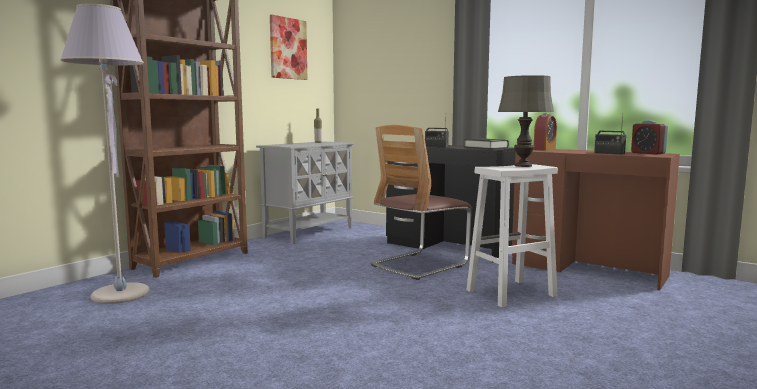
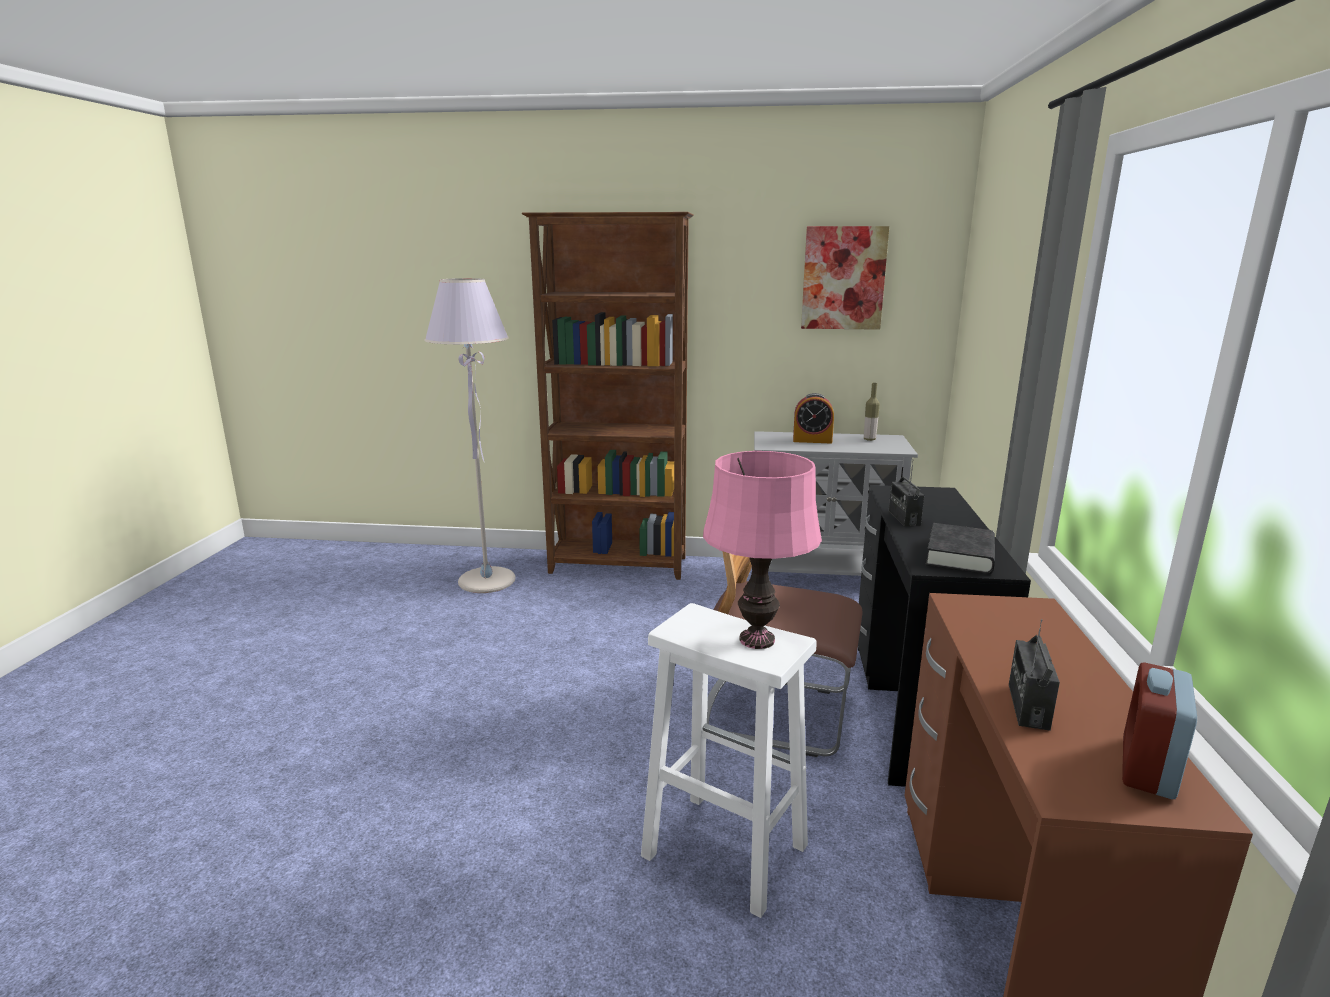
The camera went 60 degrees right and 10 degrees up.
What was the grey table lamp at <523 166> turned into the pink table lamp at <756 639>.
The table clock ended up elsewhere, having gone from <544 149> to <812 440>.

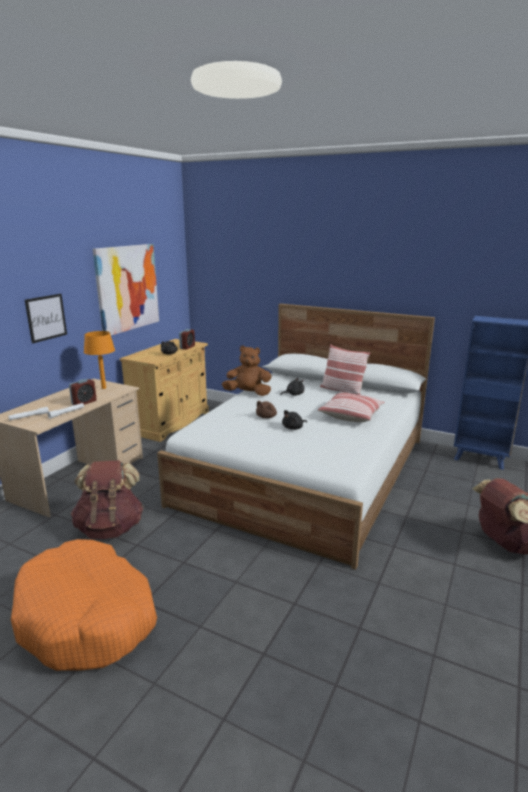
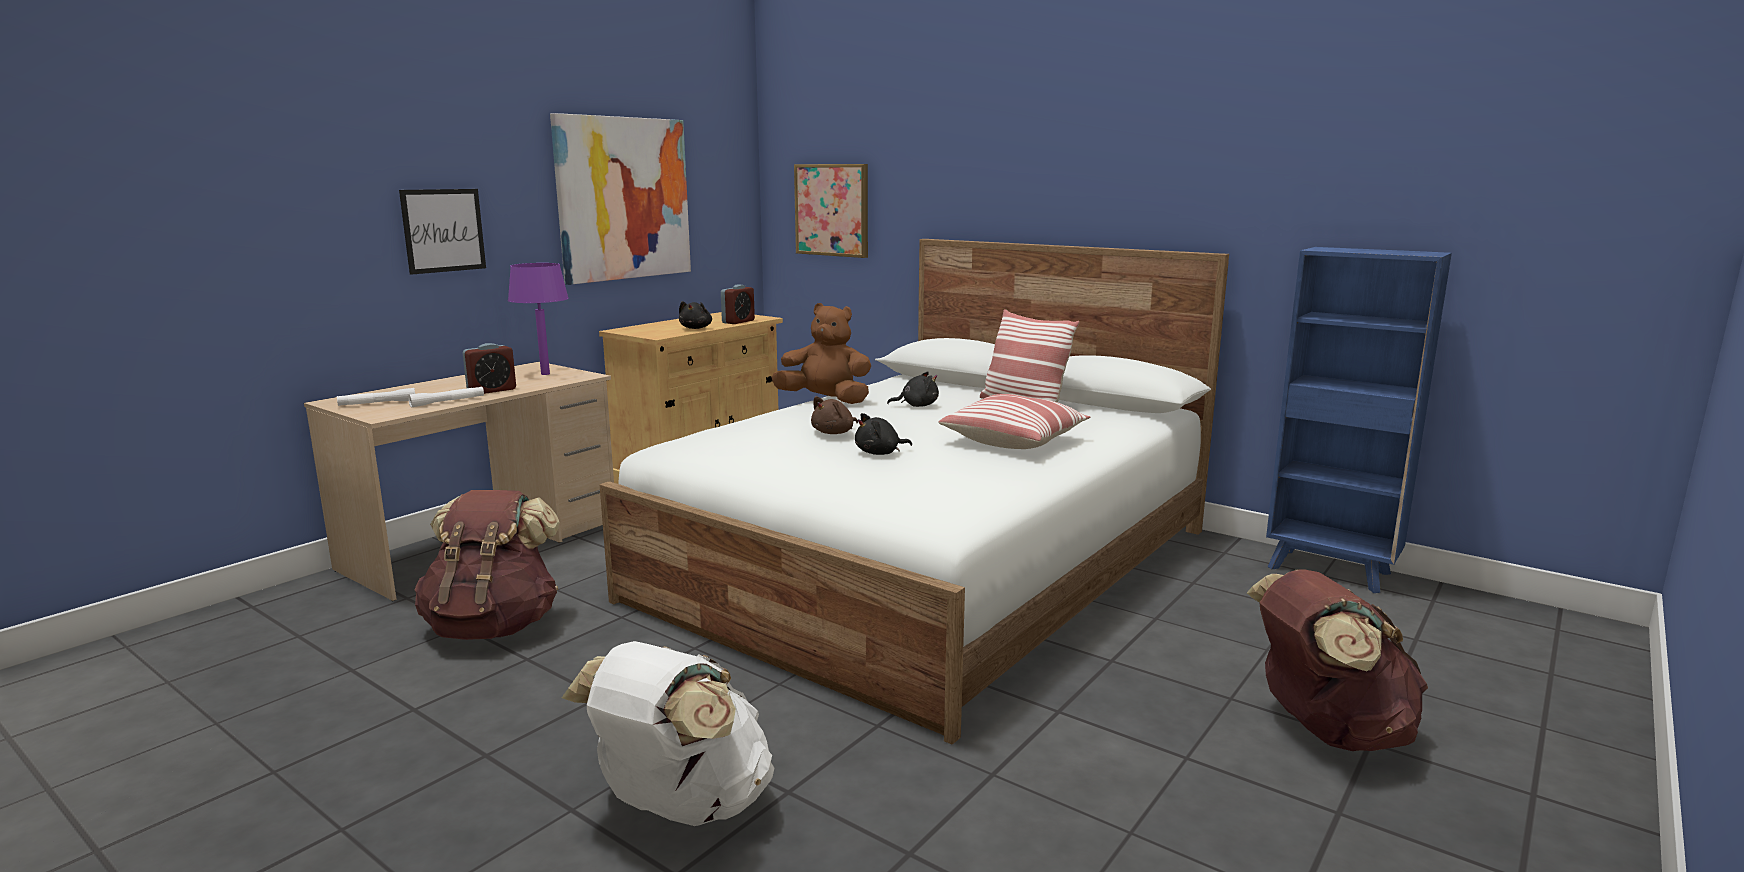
The camera went 10 degrees right and 5 degrees down.
The second view lost the orange dog cushion at <87 617>.
What was the orange table lamp at <104 388> turned into the purple-coloured table lamp at <546 374>.
The second view gained the white-coloured backpack at <681 807>.
The second view gained the wall picture at <832 210>.

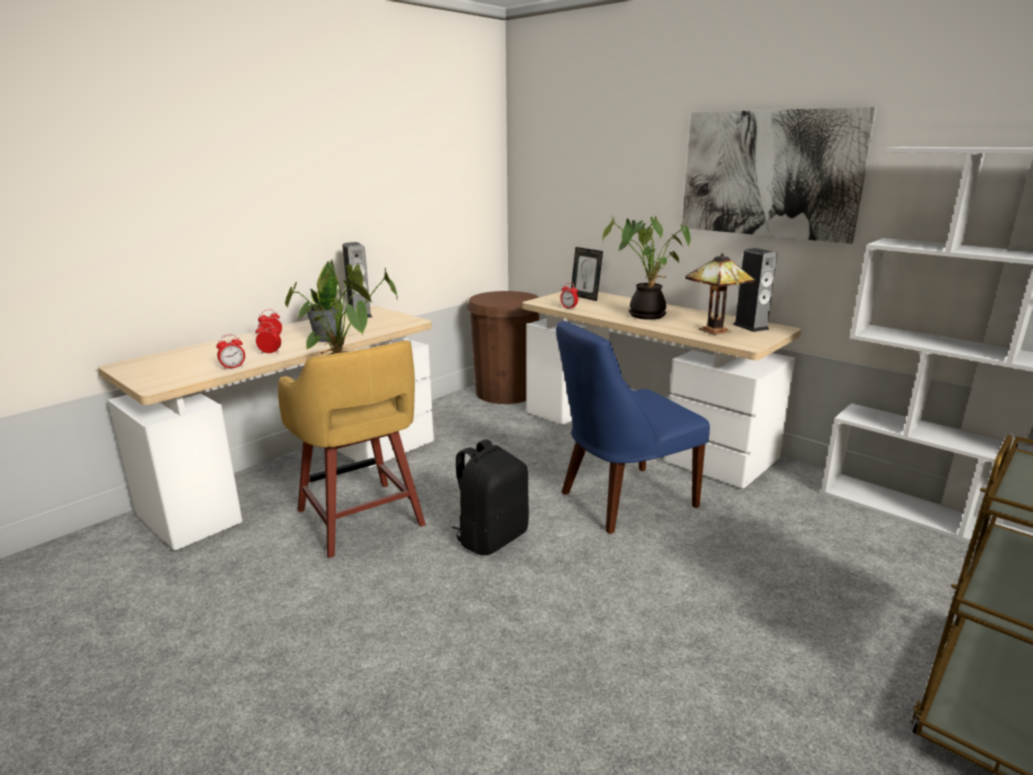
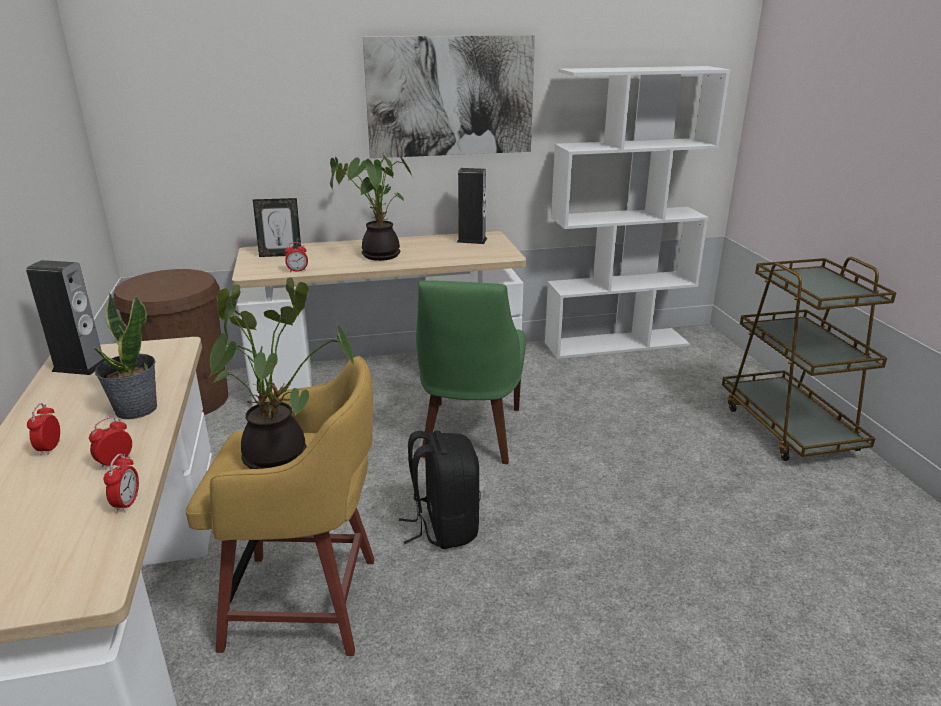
The camera went 55 degrees left and 5 degrees up.
What was the blue-coloured upright chair at <622 500> turned into the green-coloured upright chair at <470 435>.
The second view lost the table lamp at <714 331>.

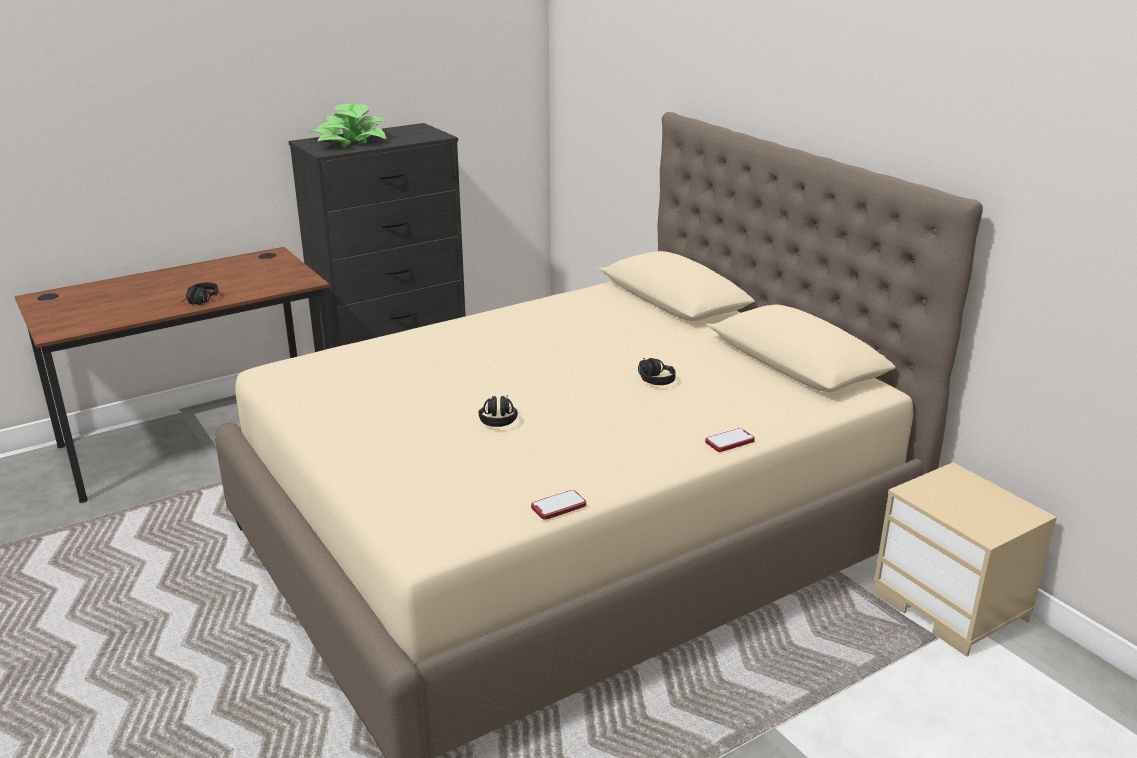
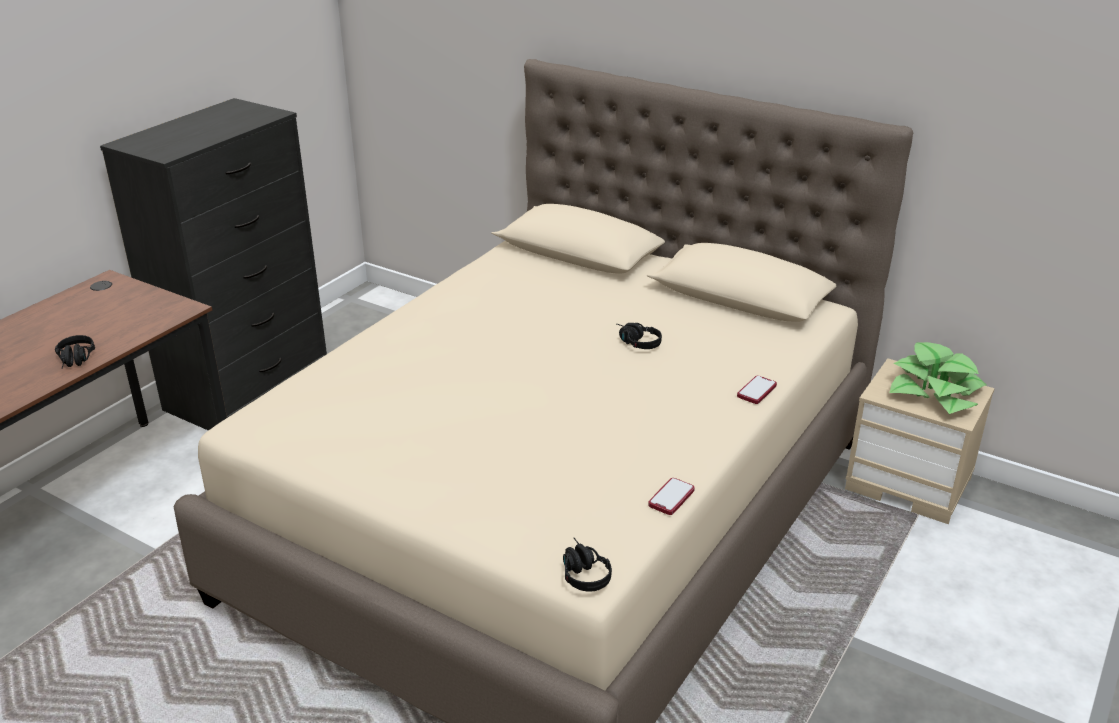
The camera went 25 degrees left and 5 degrees up.
The potted plant ended up elsewhere, having gone from <349 141> to <935 392>.
The blackish headset ended up elsewhere, having gone from <498 417> to <581 572>.

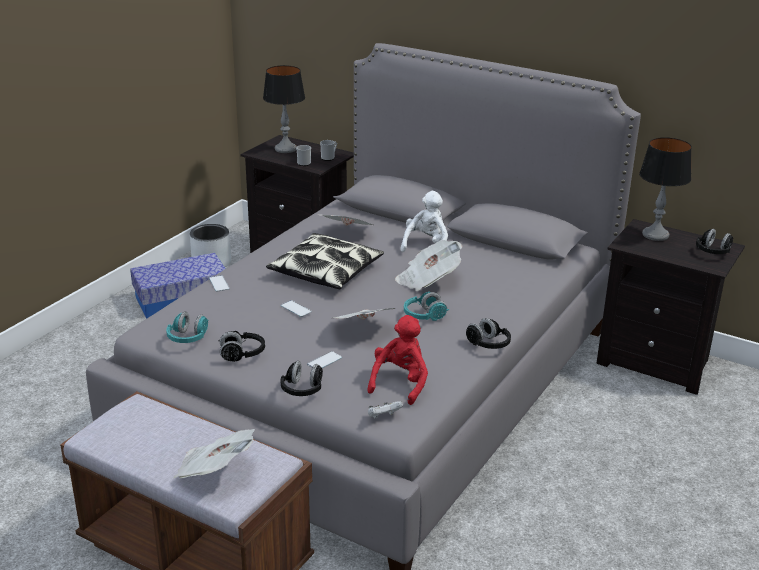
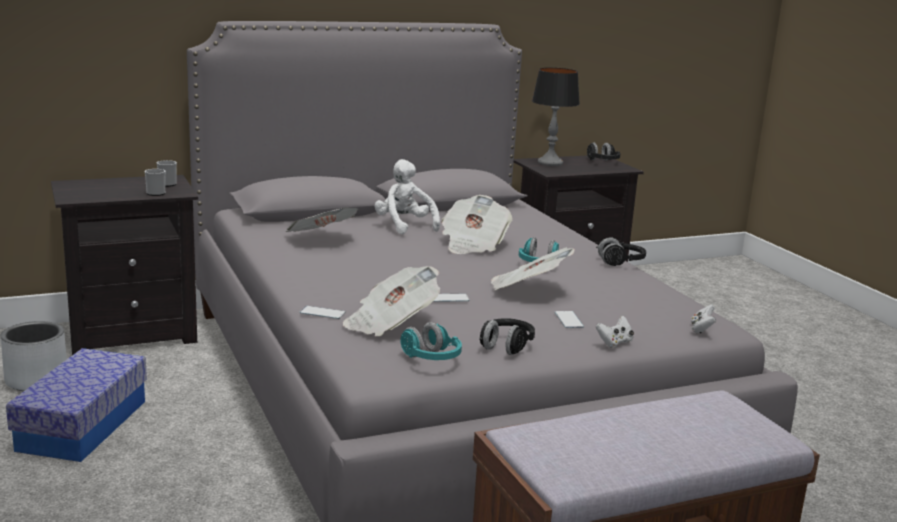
The camera went 55 degrees left and 10 degrees down.
The newspaper ended up elsewhere, having gone from <215 471> to <390 324>.
The second view lost the table lamp at <285 149>.
The second view lost the pillow at <326 271>.
Where the blackish headset stood at <302 390>, the white-coloured gamepad came to stand at <614 343>.
The second view lost the reddish plush toy at <400 383>.

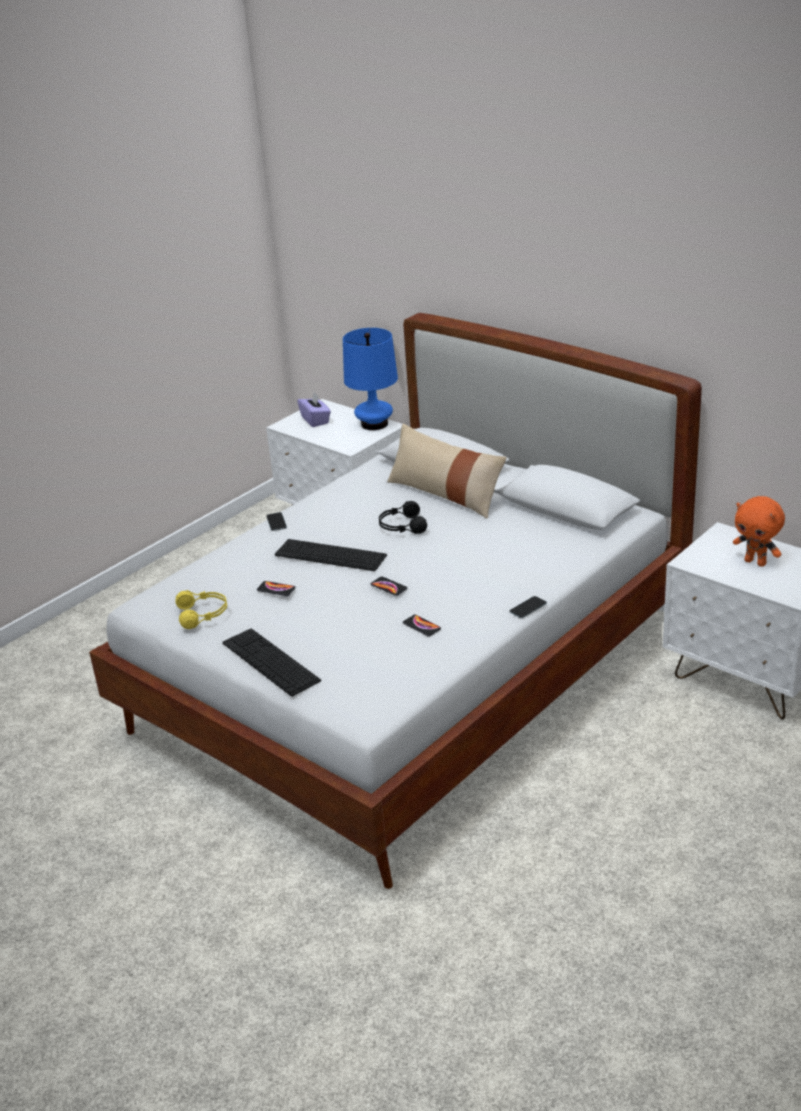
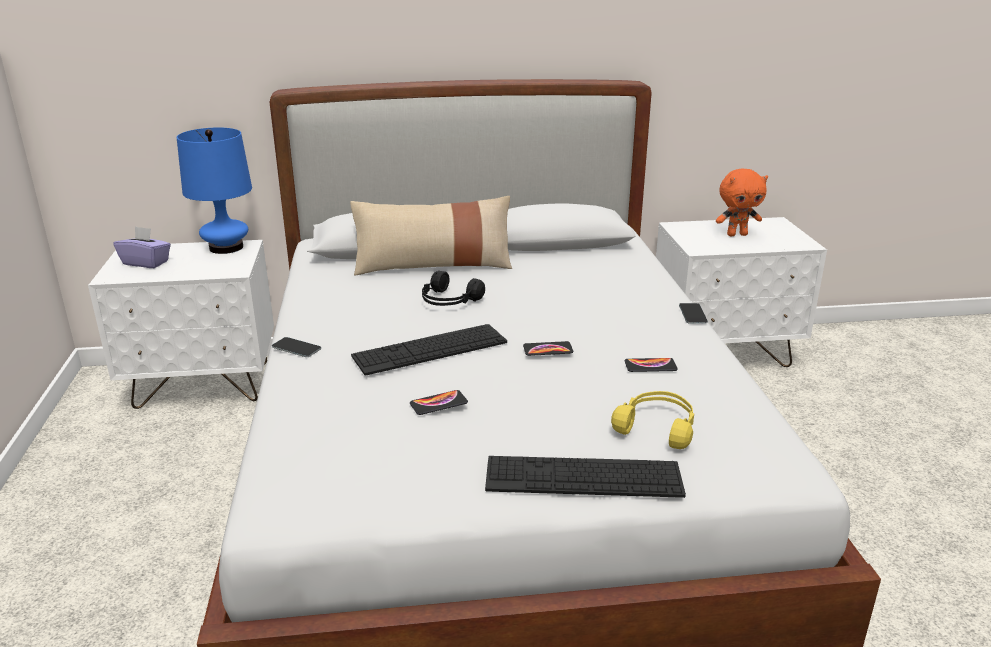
The camera went 50 degrees left and 5 degrees down.
The yellowish headset ended up elsewhere, having gone from <203 614> to <657 427>.

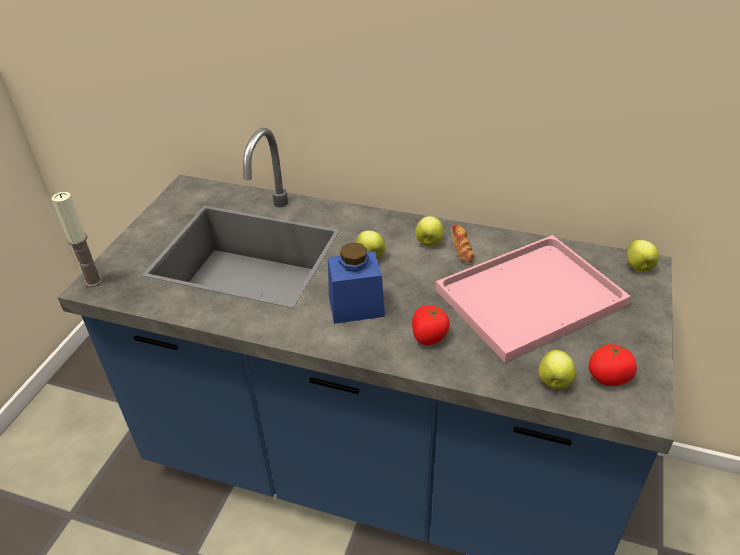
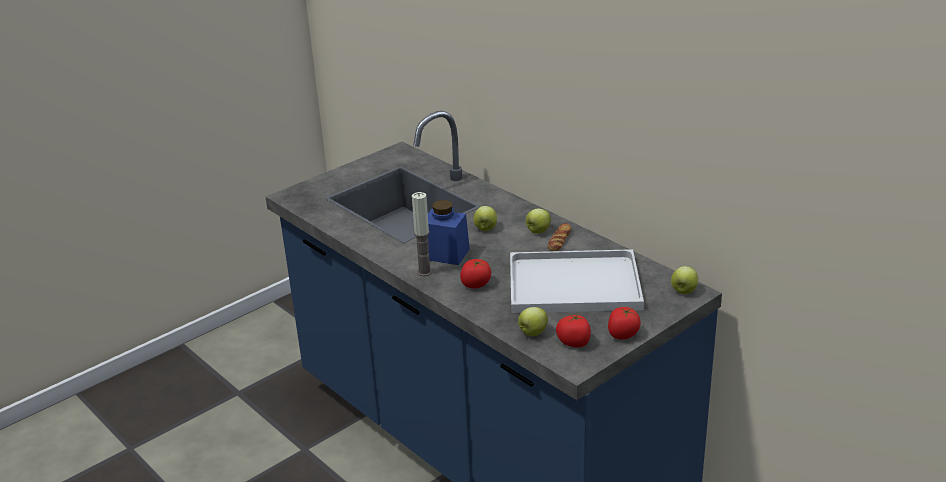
The camera went 30 degrees right and 10 degrees down.
The wax candle ended up elsewhere, having gone from <93 281> to <424 272>.
What was the pink serving tray at <528 299> turned into the white-coloured serving tray at <571 285>.
The second view gained the tomato at <623 334>.

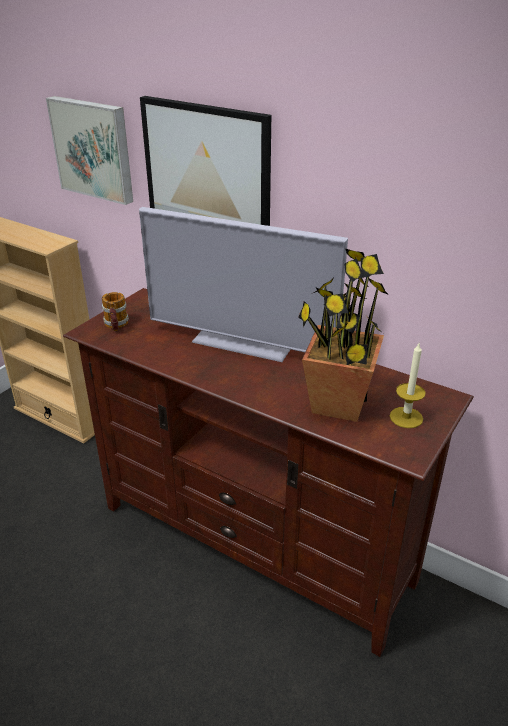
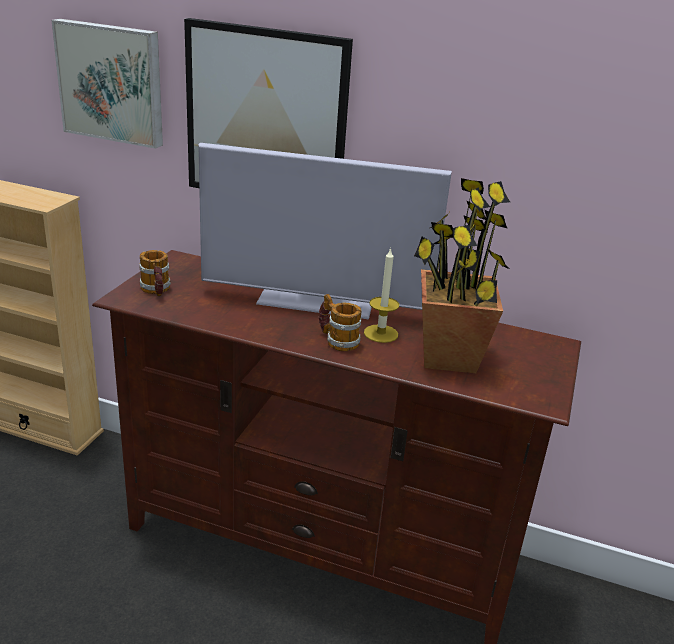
The camera went 15 degrees left and 5 degrees down.
The wax candle ended up elsewhere, having gone from <406 417> to <381 333>.
The second view gained the coffee mug at <337 340>.

